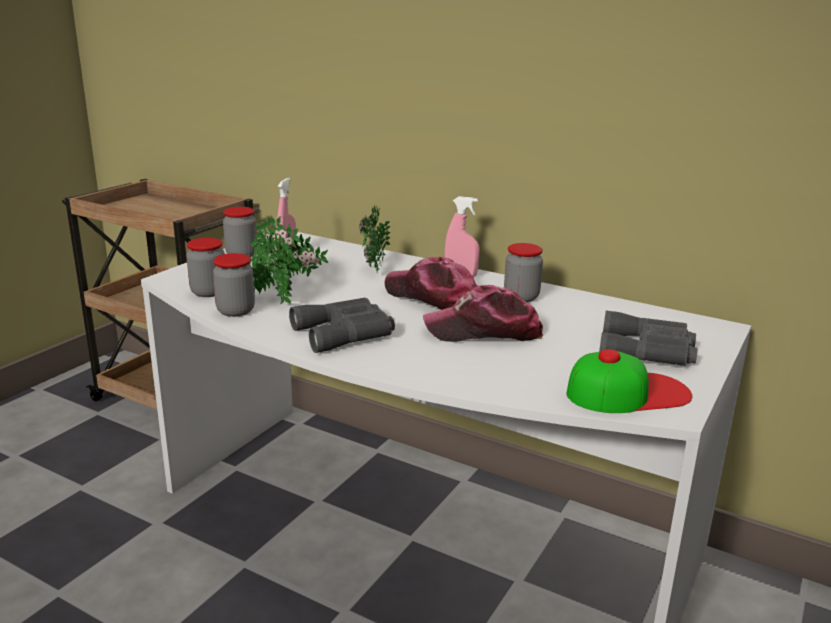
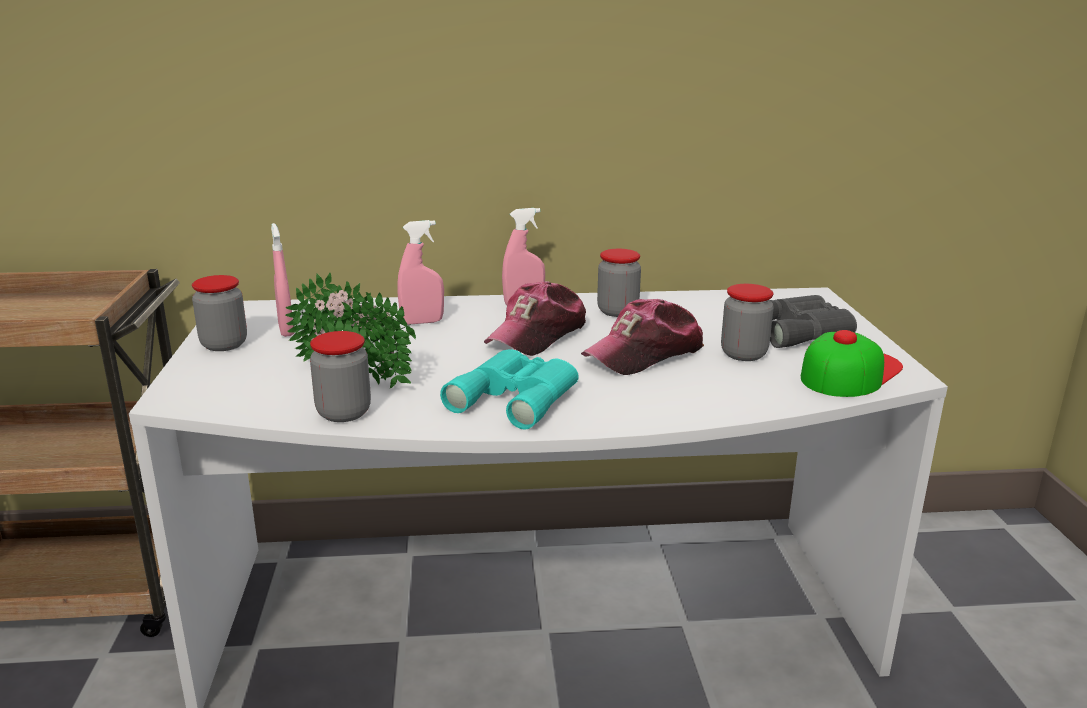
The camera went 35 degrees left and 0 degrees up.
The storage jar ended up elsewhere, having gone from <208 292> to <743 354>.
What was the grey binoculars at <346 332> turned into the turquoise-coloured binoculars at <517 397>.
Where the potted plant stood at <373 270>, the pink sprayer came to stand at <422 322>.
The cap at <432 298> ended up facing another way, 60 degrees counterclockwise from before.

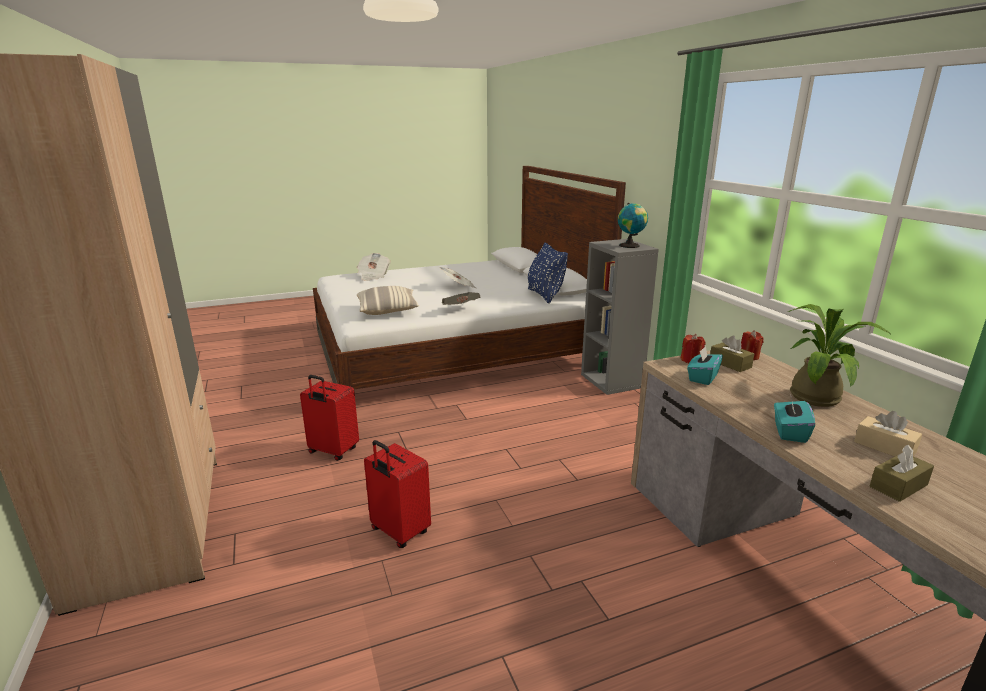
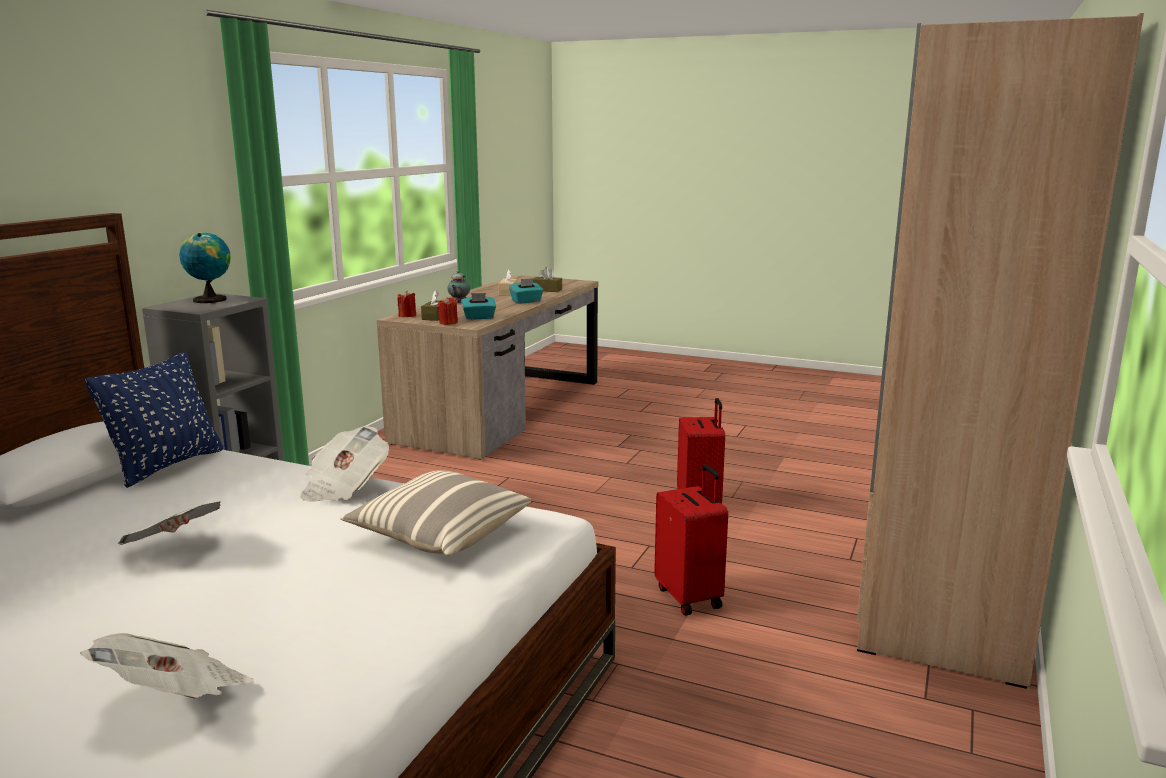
The camera went 135 degrees left and 5 degrees down.
Where the potted plant stood at <817 396>, the teapot came to stand at <458 302>.

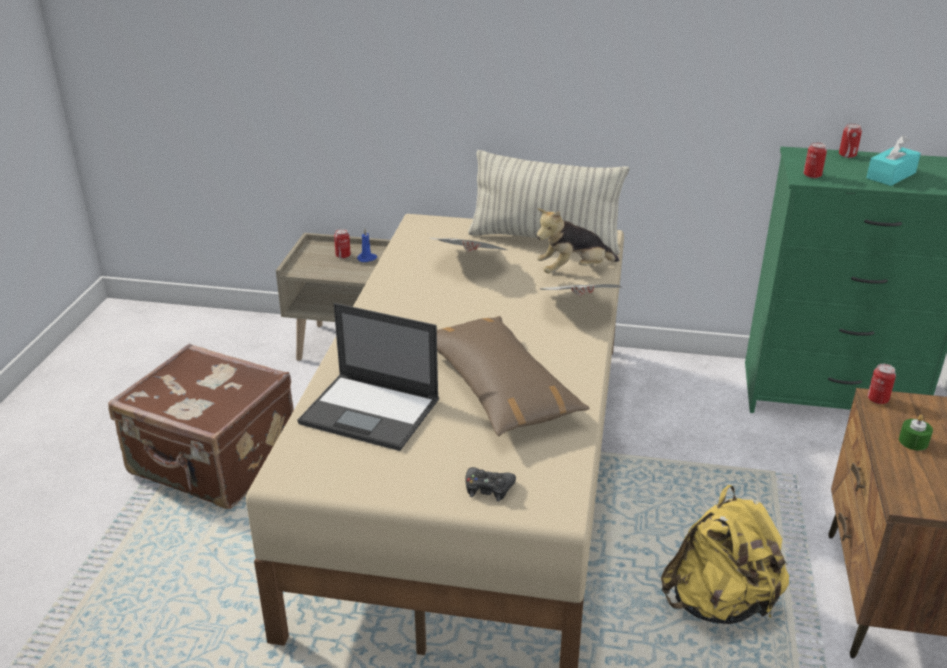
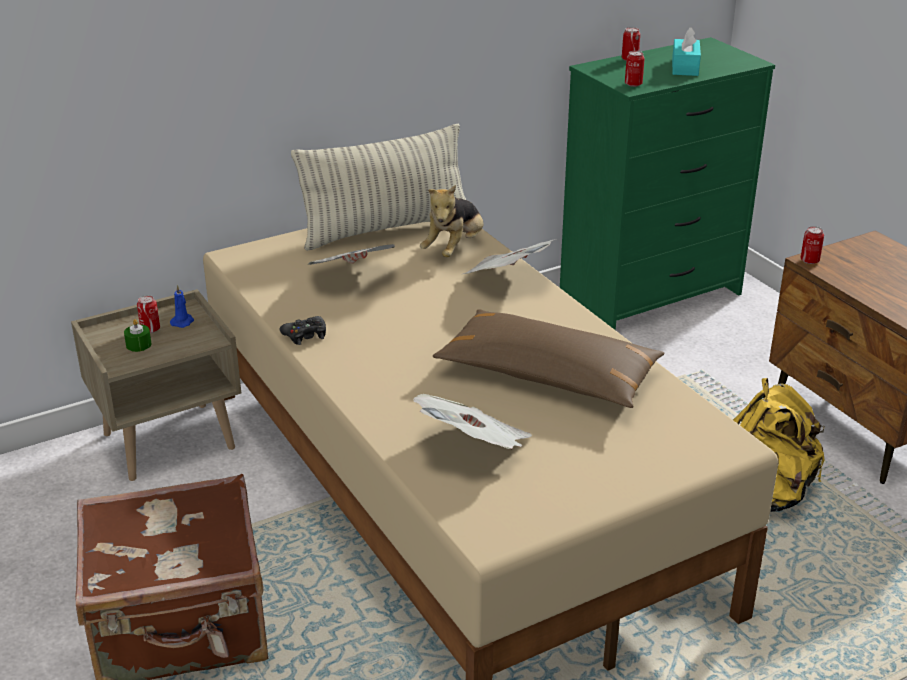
The camera went 40 degrees left and 0 degrees up.
Where the laptop stood at <371 412>, the newspaper came to stand at <474 447>.
The blackish gamepad ended up elsewhere, having gone from <488 488> to <305 335>.
The green-coloured wax candle ended up elsewhere, having gone from <913 441> to <138 345>.

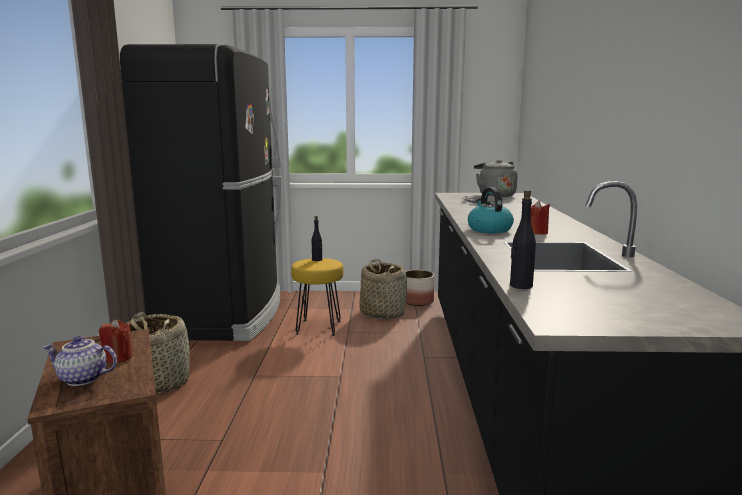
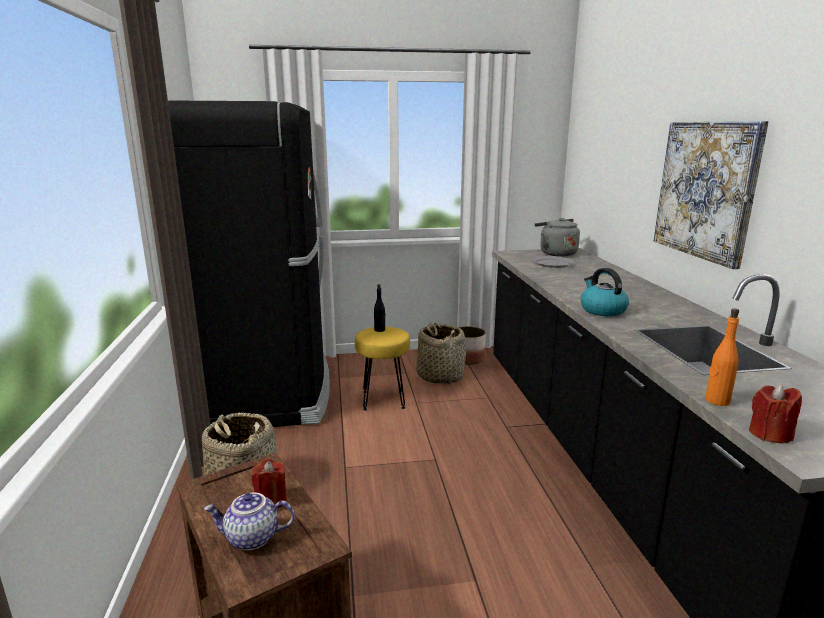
The camera went 10 degrees left and 5 degrees up.
What was the blackish bottle at <520 286> turned into the orange bottle at <716 401>.
The reddish wax candle ended up elsewhere, having gone from <536 233> to <770 434>.
The second view gained the wall picture at <706 190>.

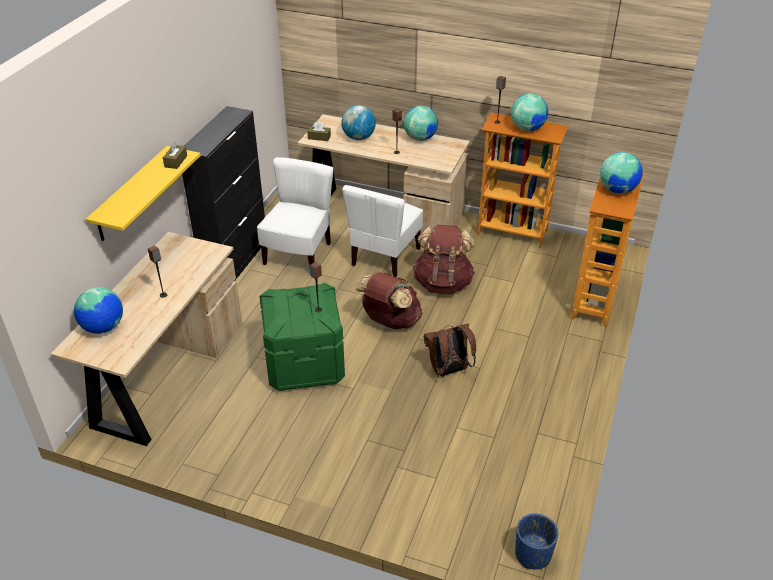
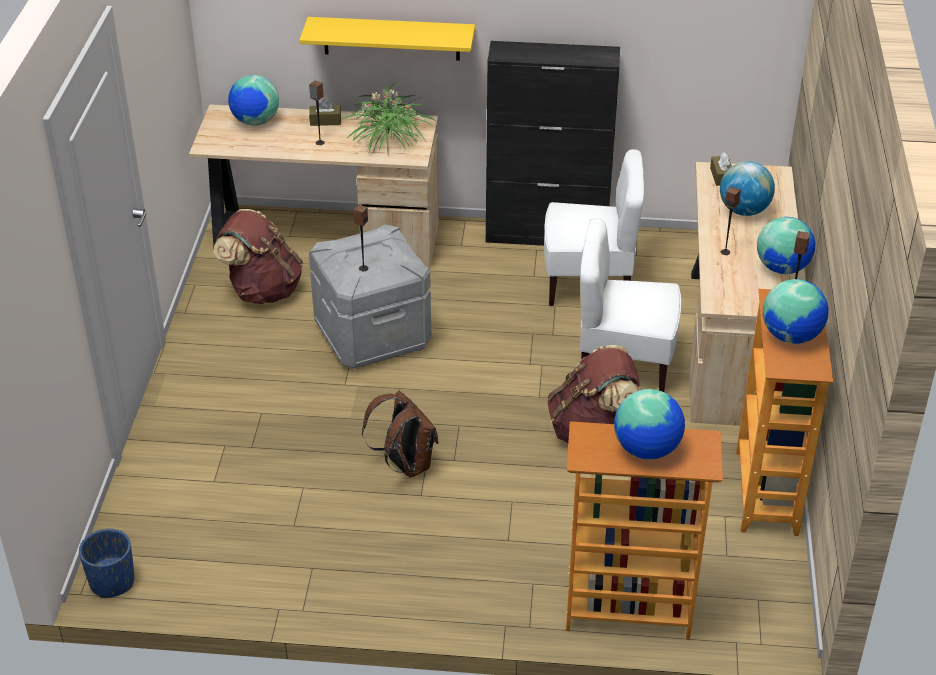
The camera went 75 degrees right and 0 degrees up.
The brownish tissue box ended up elsewhere, having gone from <176 161> to <325 121>.
What was the green-coloured storage box at <304 364> turned into the grey storage box at <373 335>.
The brownish backpack ended up elsewhere, having gone from <390 321> to <262 290>.
The second view gained the potted plant at <389 138>.

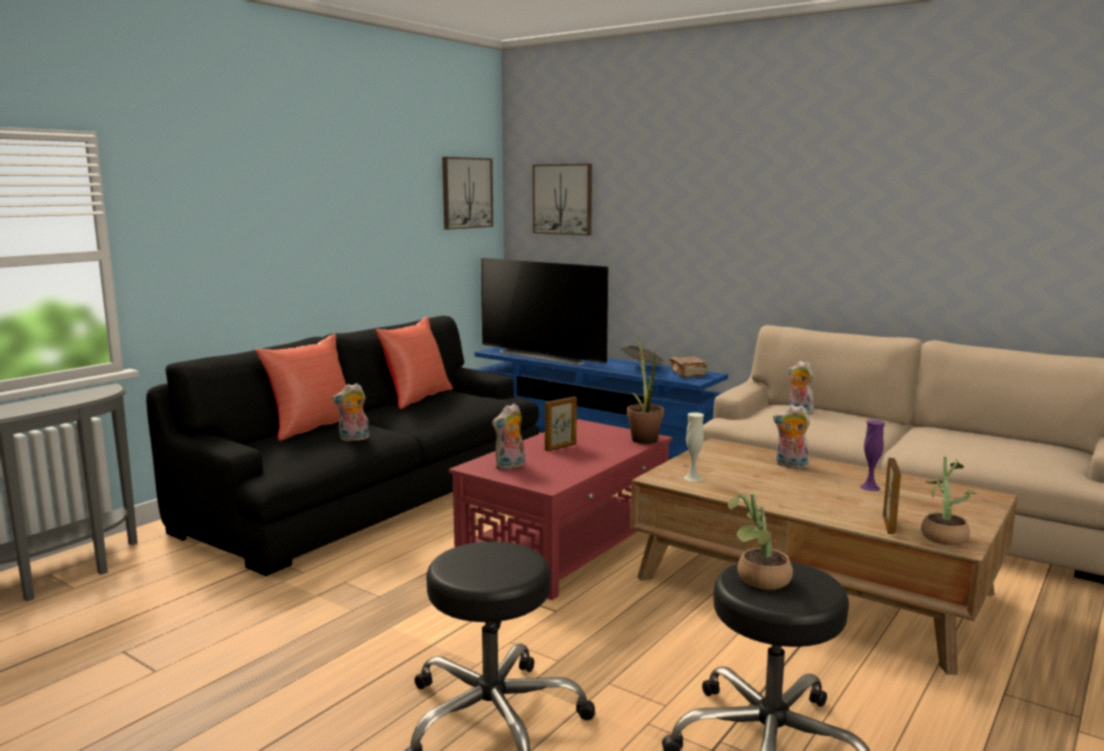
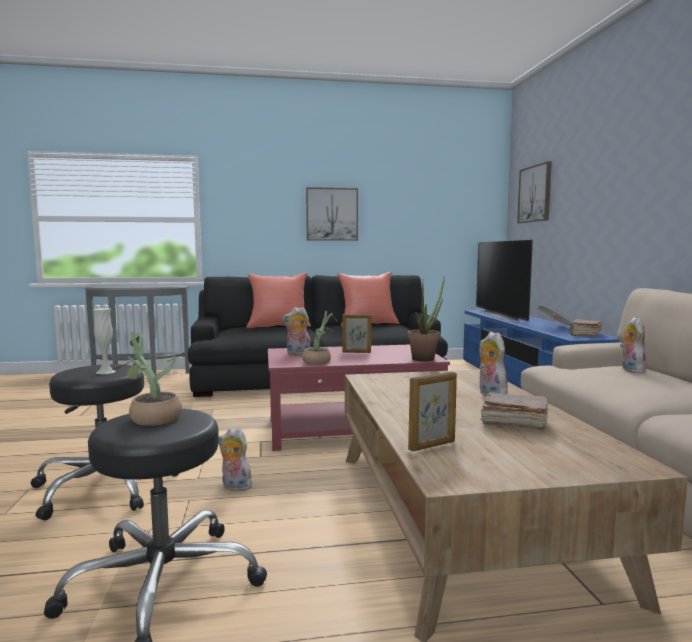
The camera went 45 degrees right and 5 degrees down.
The plush toy ended up elsewhere, having gone from <353 439> to <234 486>.
The wall picture ended up elsewhere, having gone from <466 193> to <332 214>.
The white-coloured decorative vase ended up elsewhere, having gone from <693 478> to <105 372>.
Where the purple-coloured decorative vase stood at <870 487>, the brownish volume came to stand at <513 422>.
The potted plant ended up elsewhere, having gone from <943 535> to <320 361>.

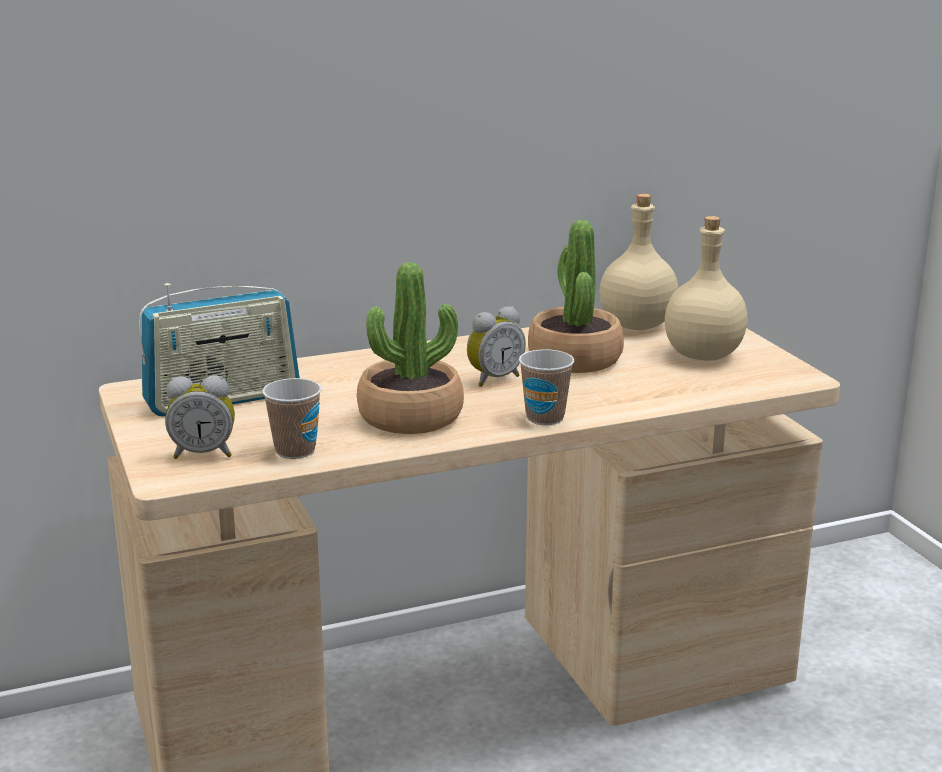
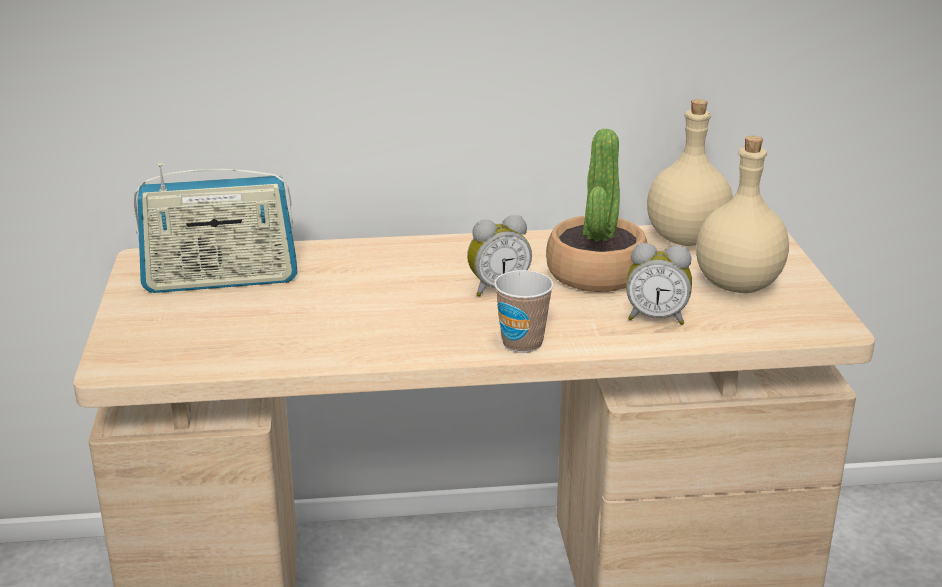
The camera went 15 degrees right and 5 degrees up.
The table clock ended up elsewhere, having gone from <203 453> to <656 317>.
The second view lost the cup at <295 450>.
The second view lost the potted plant at <410 417>.

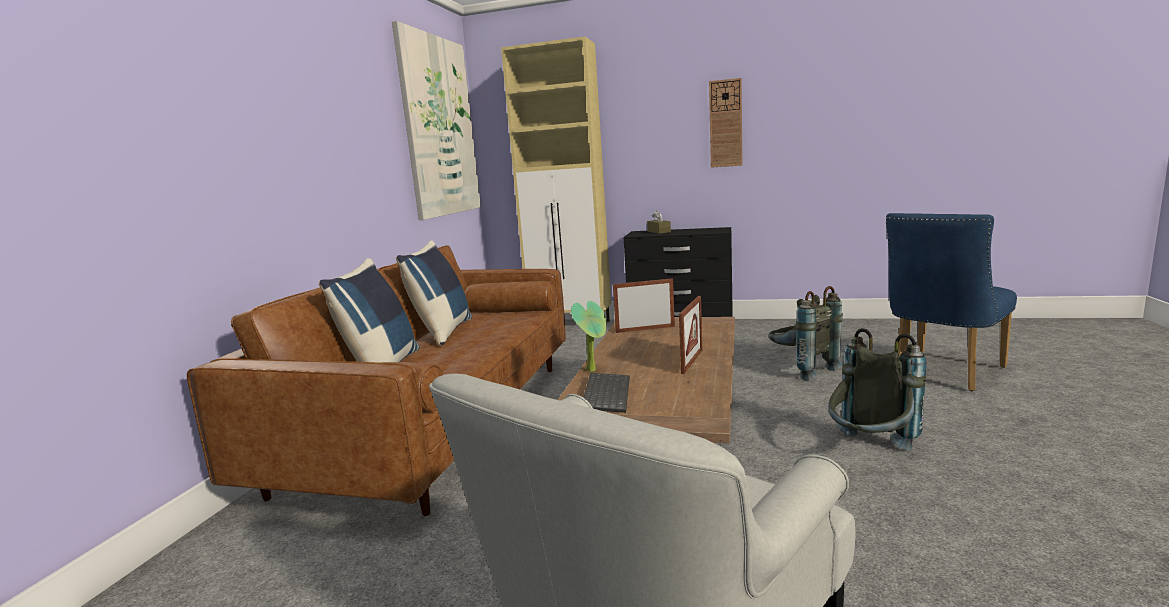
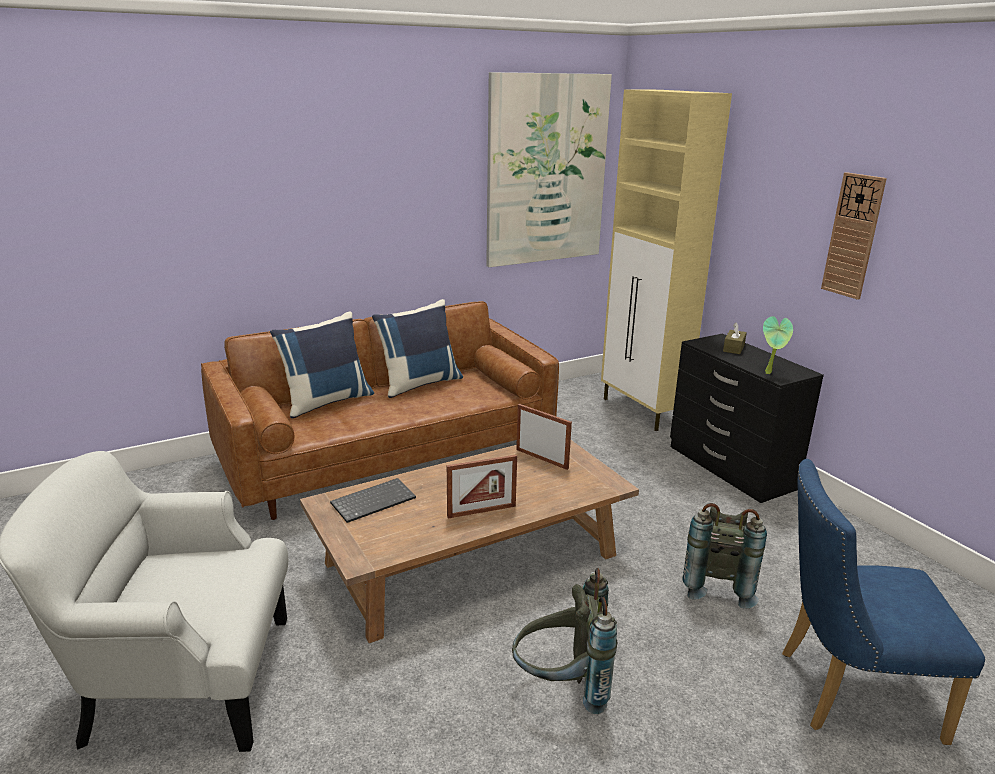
The camera went 45 degrees right and 10 degrees up.
The potted plant ended up elsewhere, having gone from <593 369> to <770 373>.

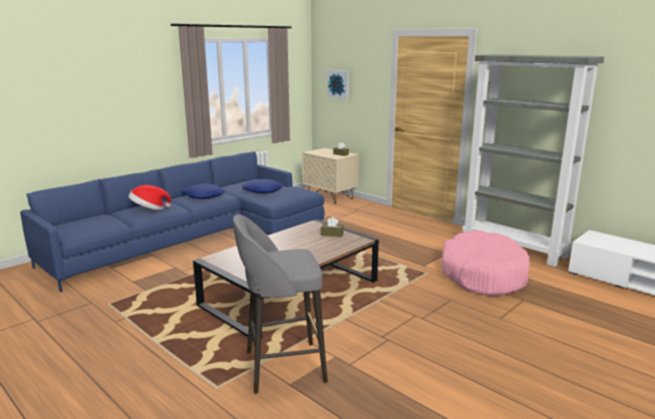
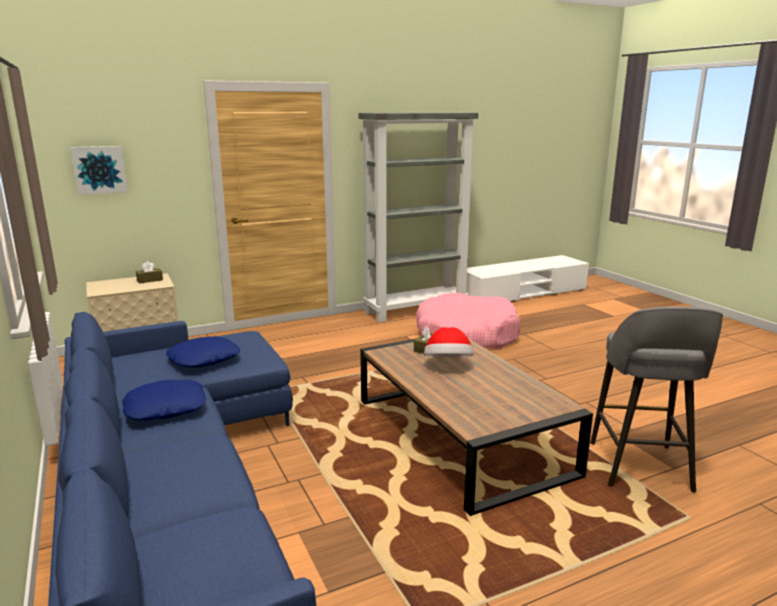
The camera went 70 degrees left and 0 degrees up.
The wearable hat ended up elsewhere, having gone from <149 209> to <448 364>.

